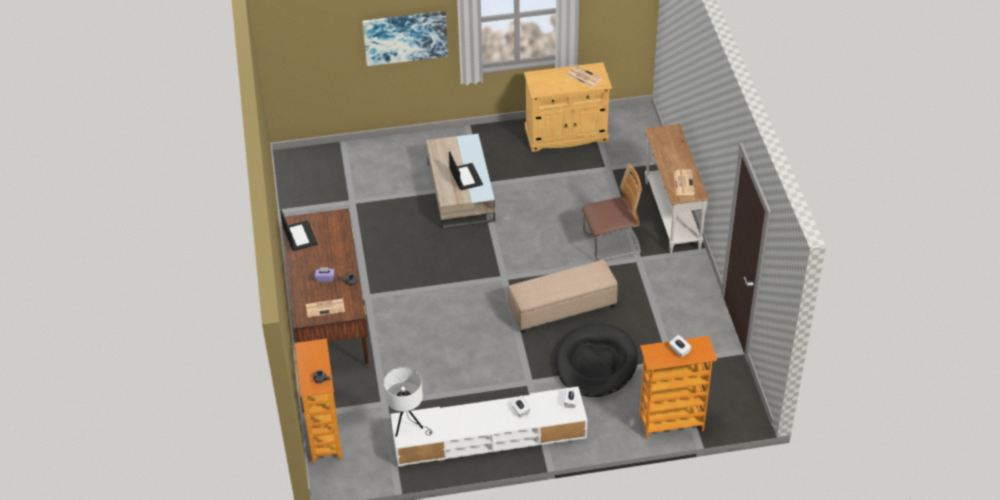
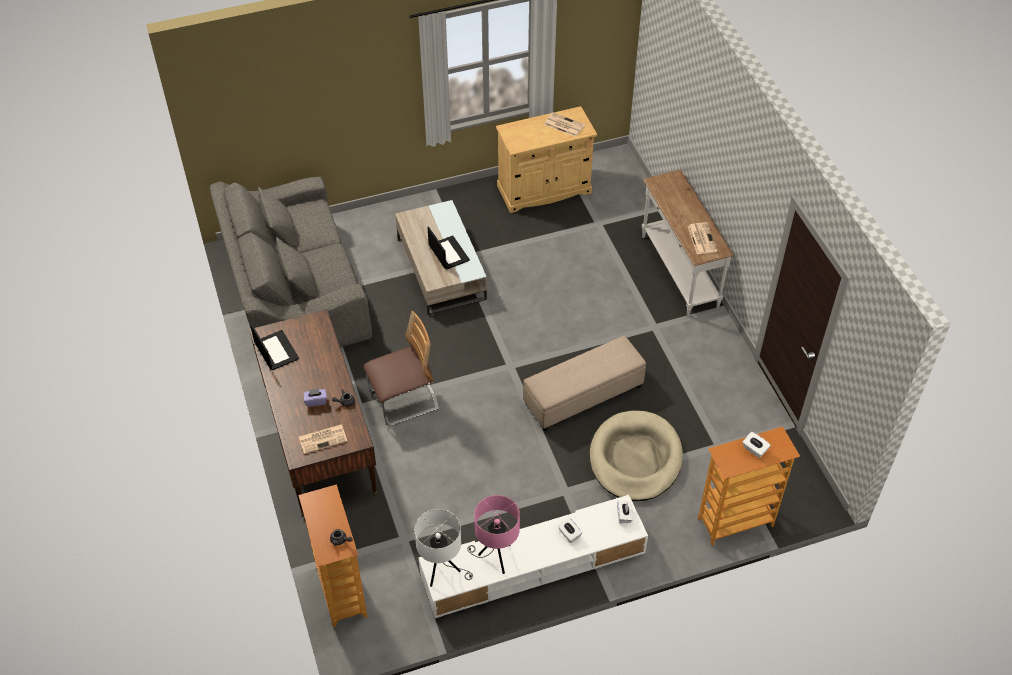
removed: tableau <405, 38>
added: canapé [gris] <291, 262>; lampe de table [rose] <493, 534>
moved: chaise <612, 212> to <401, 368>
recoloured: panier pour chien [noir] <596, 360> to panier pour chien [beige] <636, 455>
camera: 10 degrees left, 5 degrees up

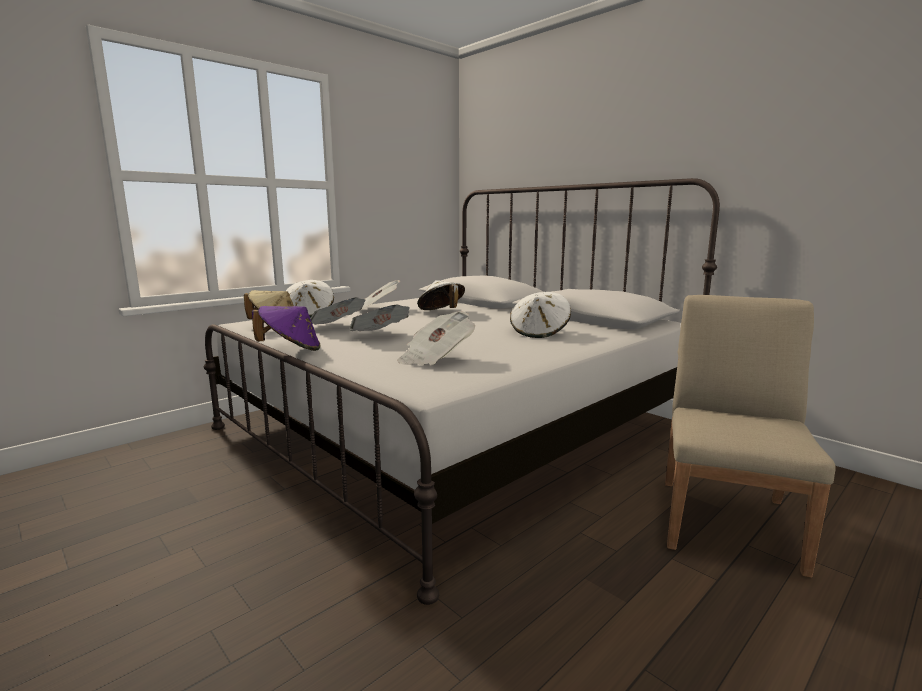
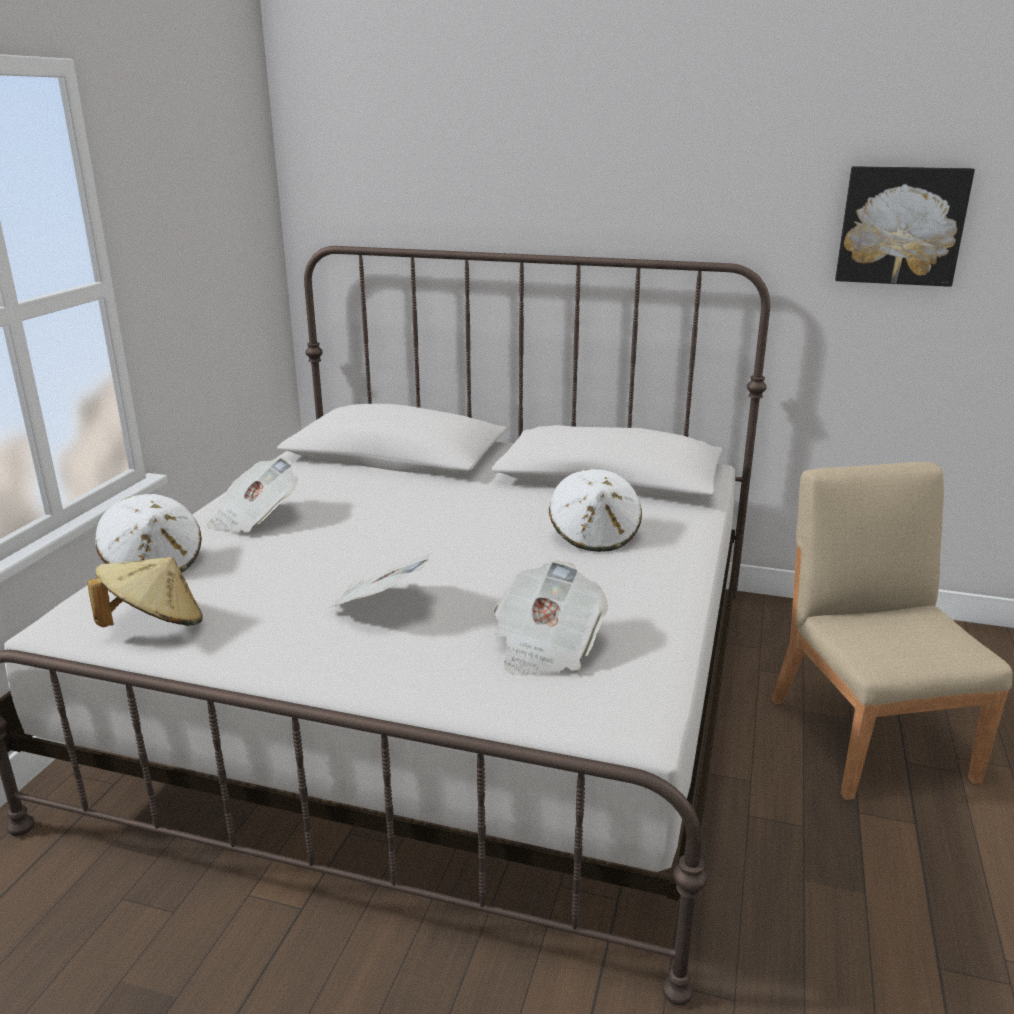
removed: chapeau [violet] <286, 328>; journal <338, 311>; chapeau [blanc] <441, 295>
added: tableau <905, 226>
camera: 30 degrees left, 10 degrees up

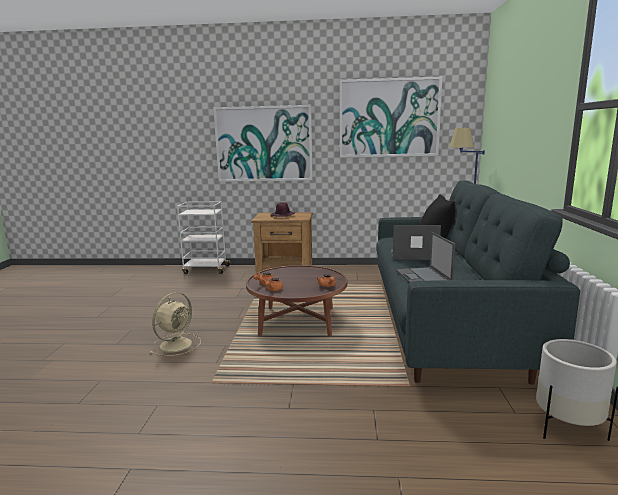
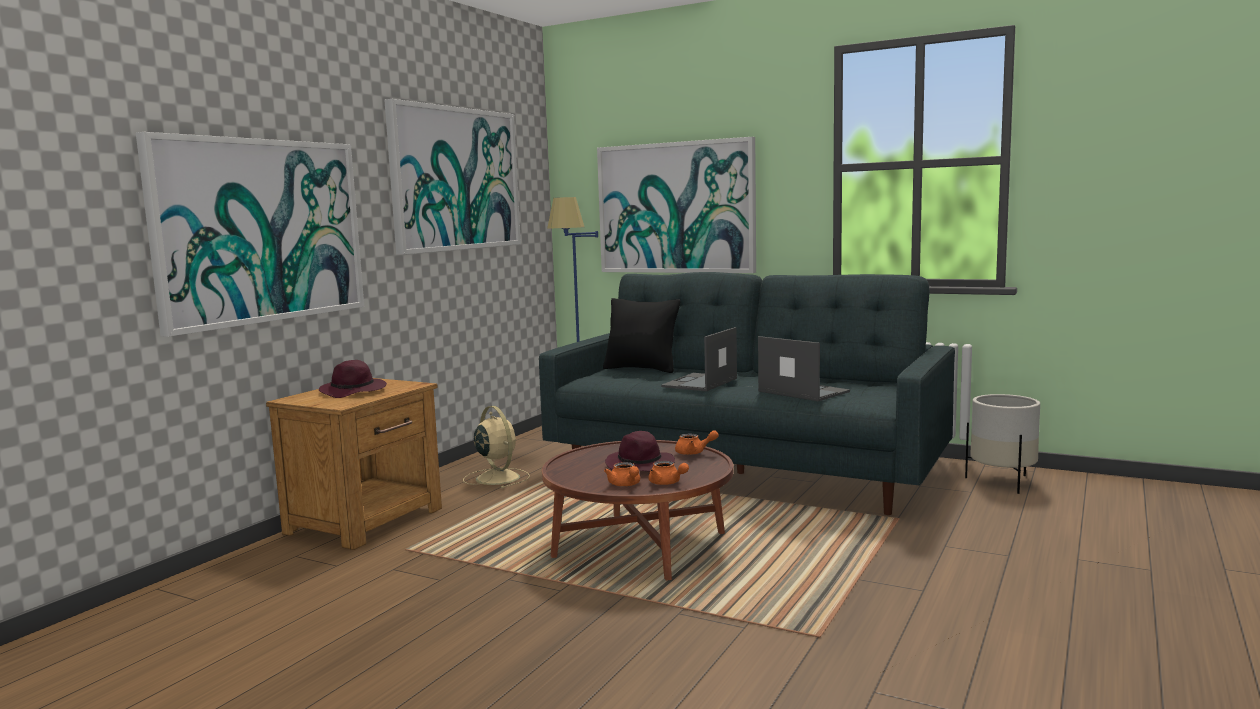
removed: chariot [blanc] <204, 237>
added: tableau <676, 205>; chapeau [violet] <640, 451>
moved: ventilateur [beige] <175, 324> to <496, 447>
turned: ordinateur portable <425, 257> = <804, 368> 150 degrees counterclockwise
camera: 65 degrees left, 5 degrees down

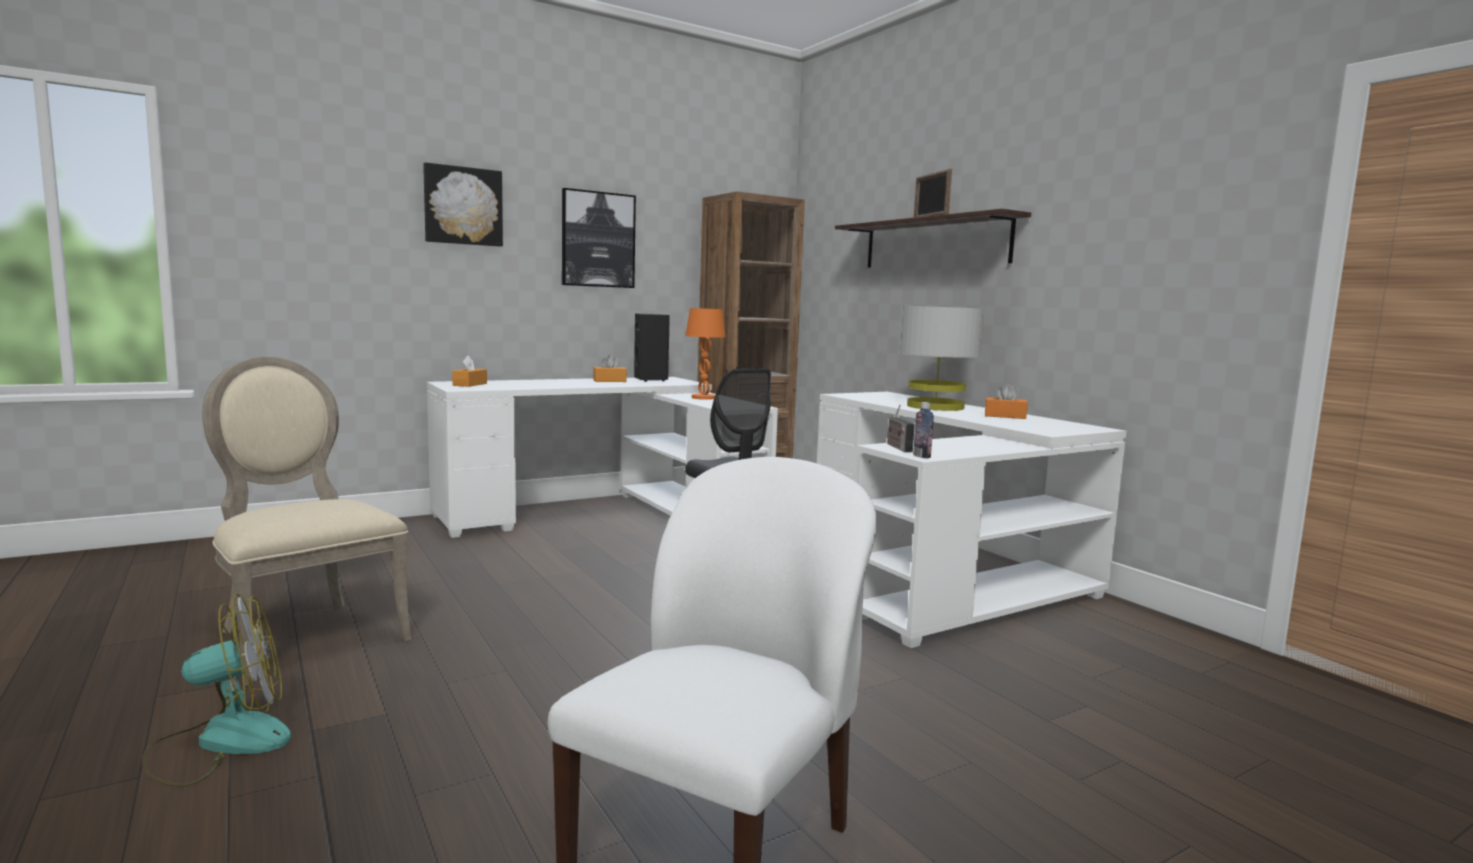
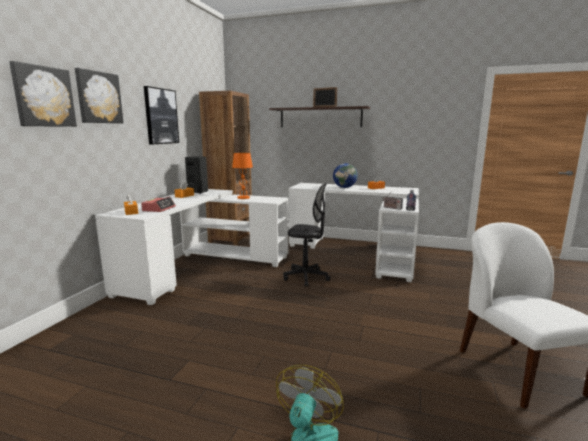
removed: chaise [beige] <307, 521>
added: tableau <43, 94>; réveil <158, 204>
replaced: lampe de table [gris] <941, 358> to globe <345, 175>
camera: 40 degrees left, 5 degrees up

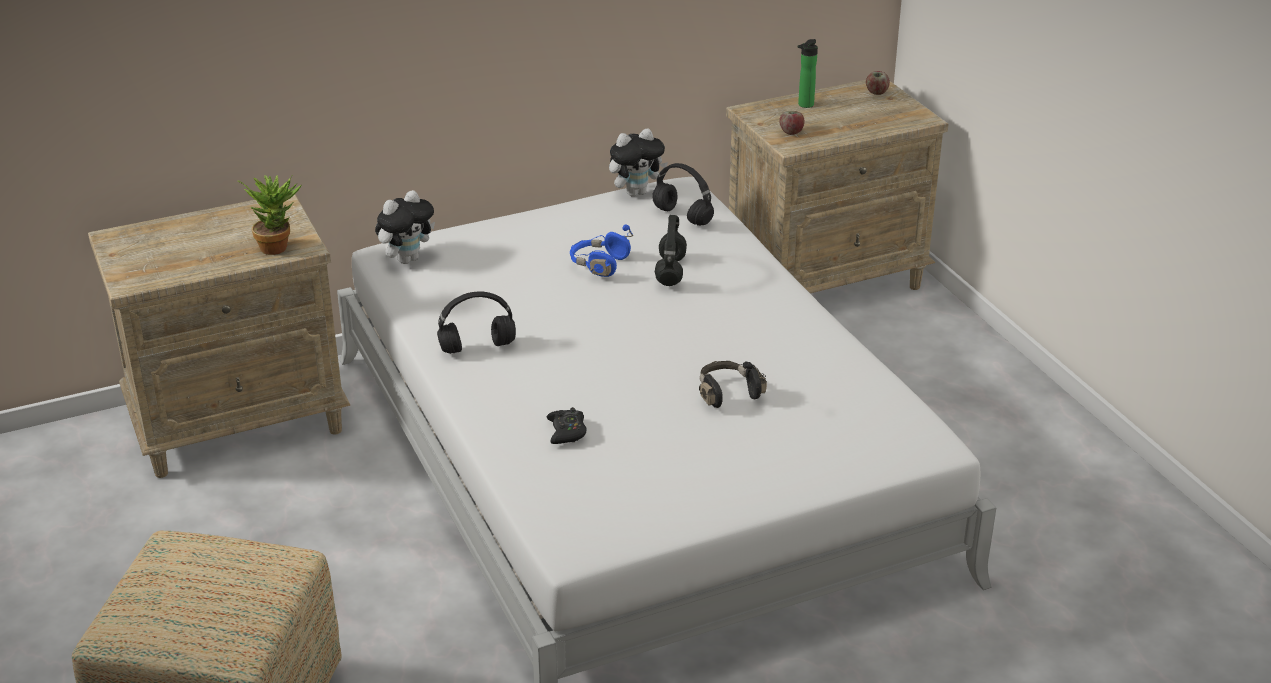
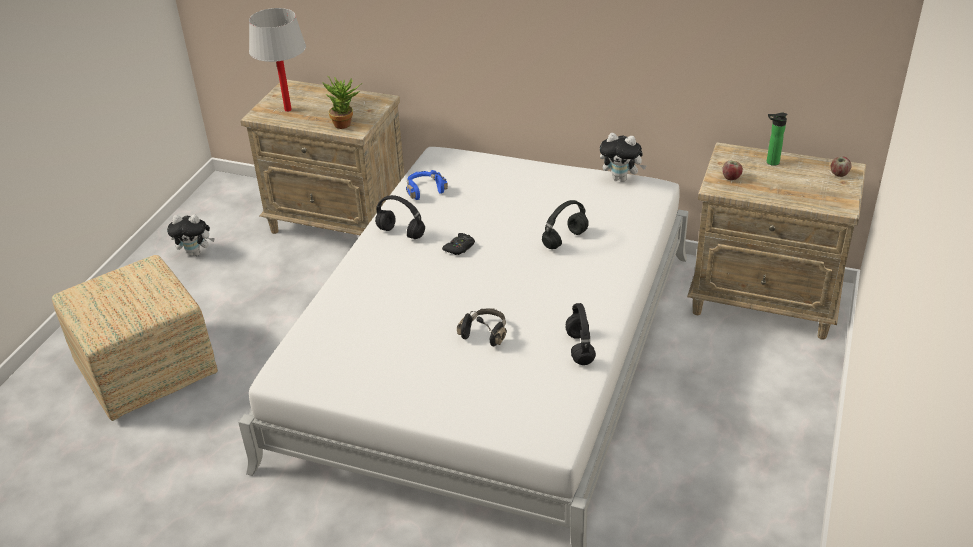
added: lampe de table [blanc] <277, 60>
moved: peluche <405, 227> to <191, 235>; manette [noir] <567, 425> to <458, 244>; casque audio [bleu] <601, 251> to <427, 185>; casque audio [noir] <683, 194> to <581, 334>
camera: 45 degrees right, 5 degrees up

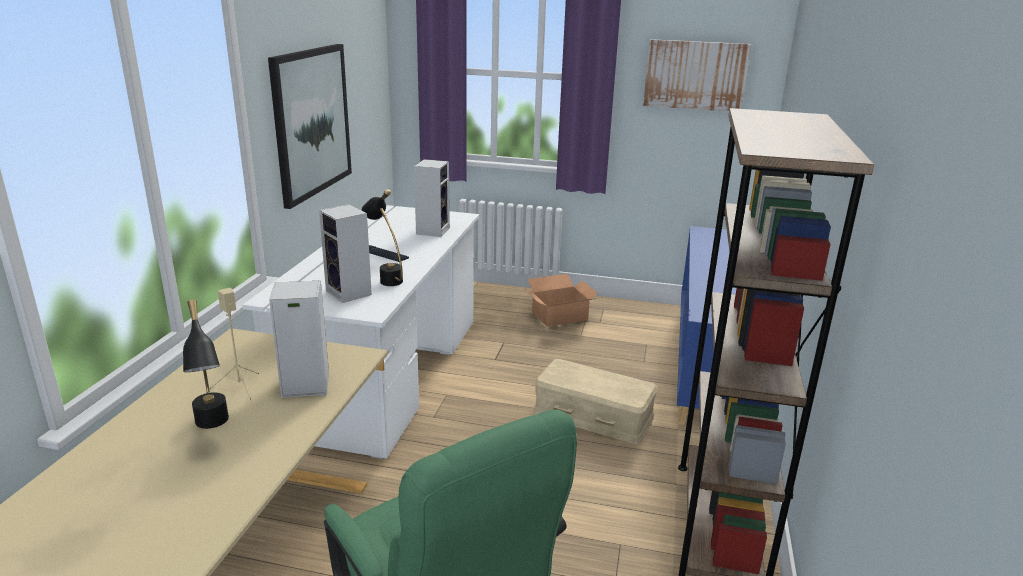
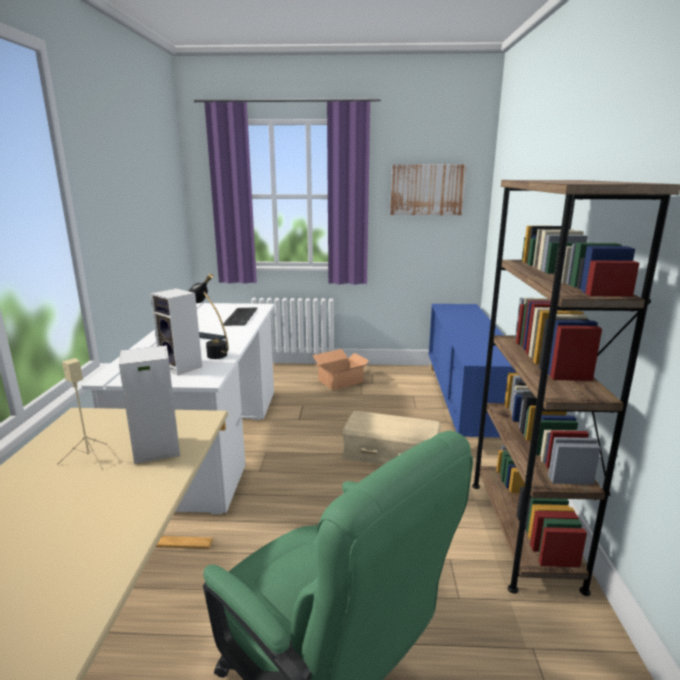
removed: lampe de table [noir] <206, 364>; tableau <310, 126>
replaced: enceinte <432, 198> to clavier <240, 316>
camera: 10 degrees left, 5 degrees down

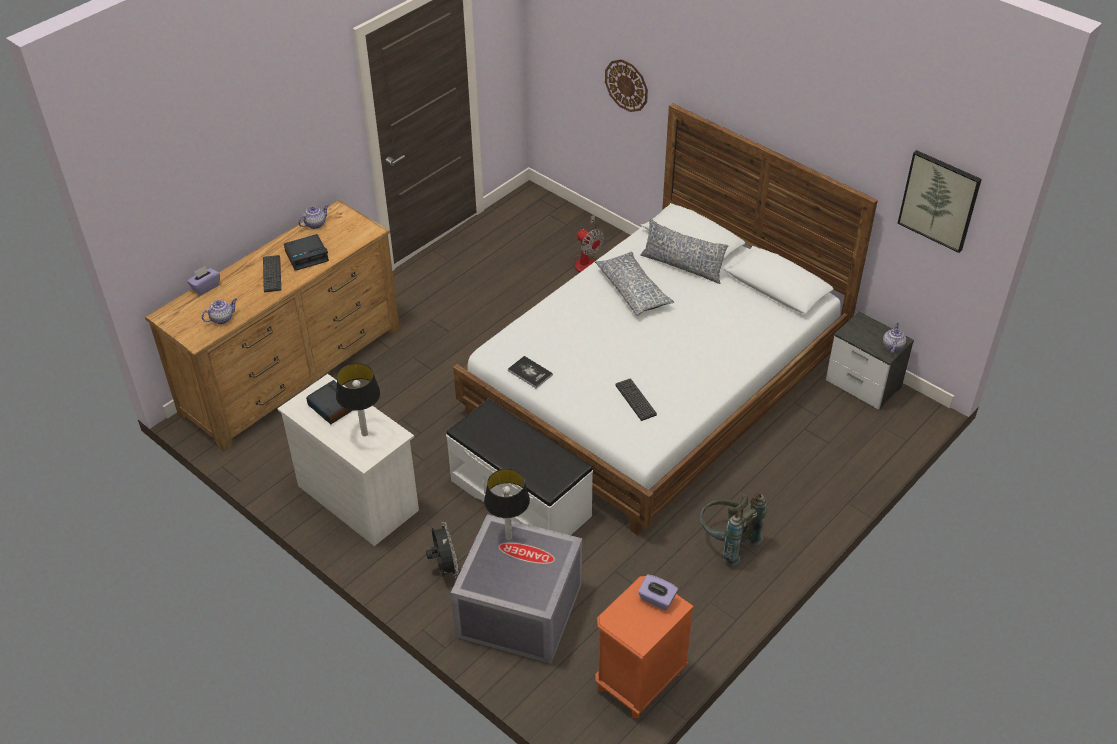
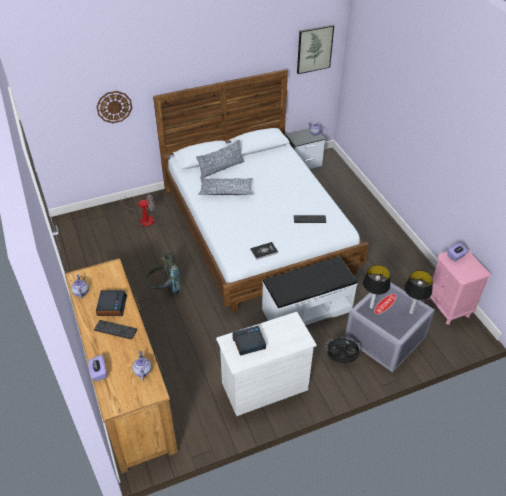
moved: lampe de table <358, 399> to <418, 292>; sac à dos [gris] <733, 529> to <163, 272>
recoloured: table de chevet [orange] <644, 647> to table de chevet [rose] <458, 287>
camera: 65 degrees left, 0 degrees up

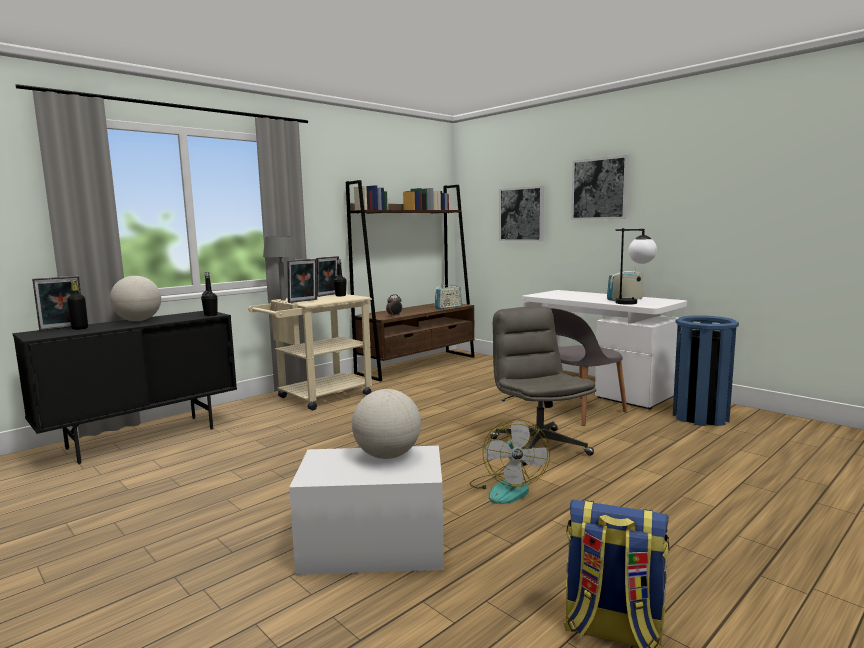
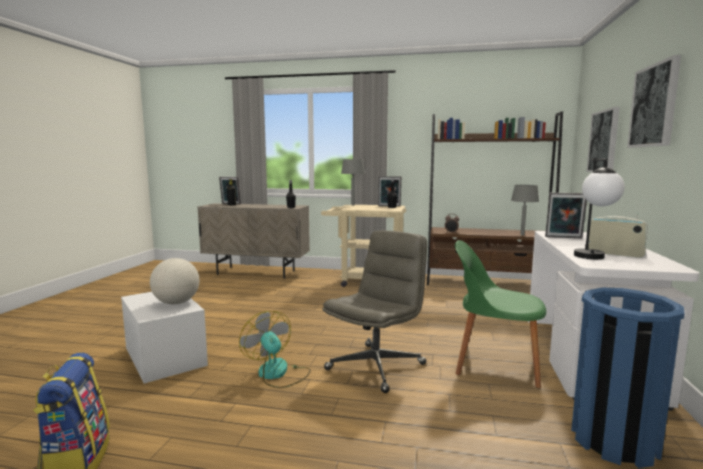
removed: globe <135, 298>
moved: cadre photo <302, 281> to <566, 215>
replaced: radio <448, 296> to lampe de table [gris] <525, 210>
recoloured: meuble de rangement [noir] <125, 387> to meuble de rangement [beige] <253, 241>; chaise [gris] <588, 367> to chaise [vert] <500, 314>
turned: ventilateur <509, 461> = <275, 349> 90 degrees clockwise
camera: 55 degrees right, 0 degrees up

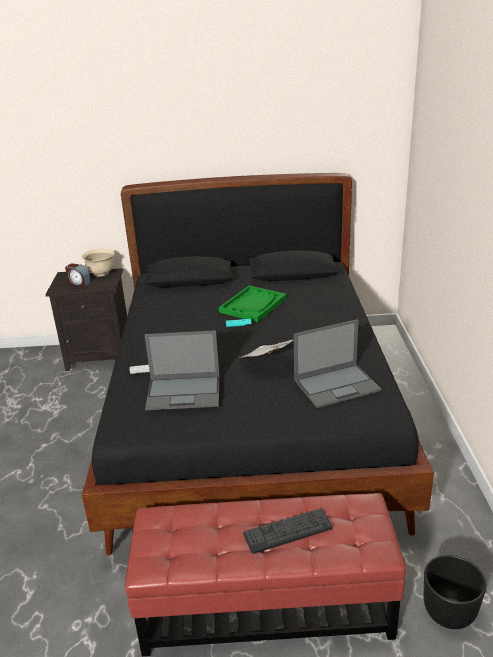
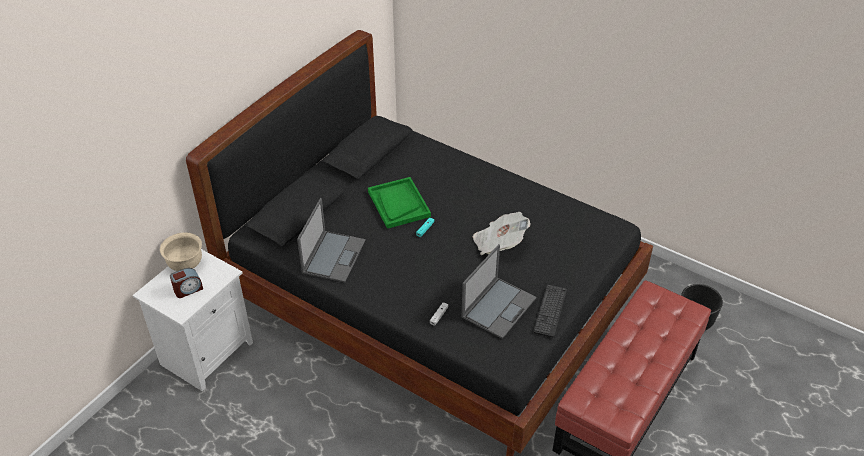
moved: clavier <287, 531> to <550, 311>; ordinateur portable <338, 363> to <331, 240>
recoloured: table de chevet [noir] <86, 319> to table de chevet [blanc] <193, 320>
camera: 55 degrees left, 15 degrees up

